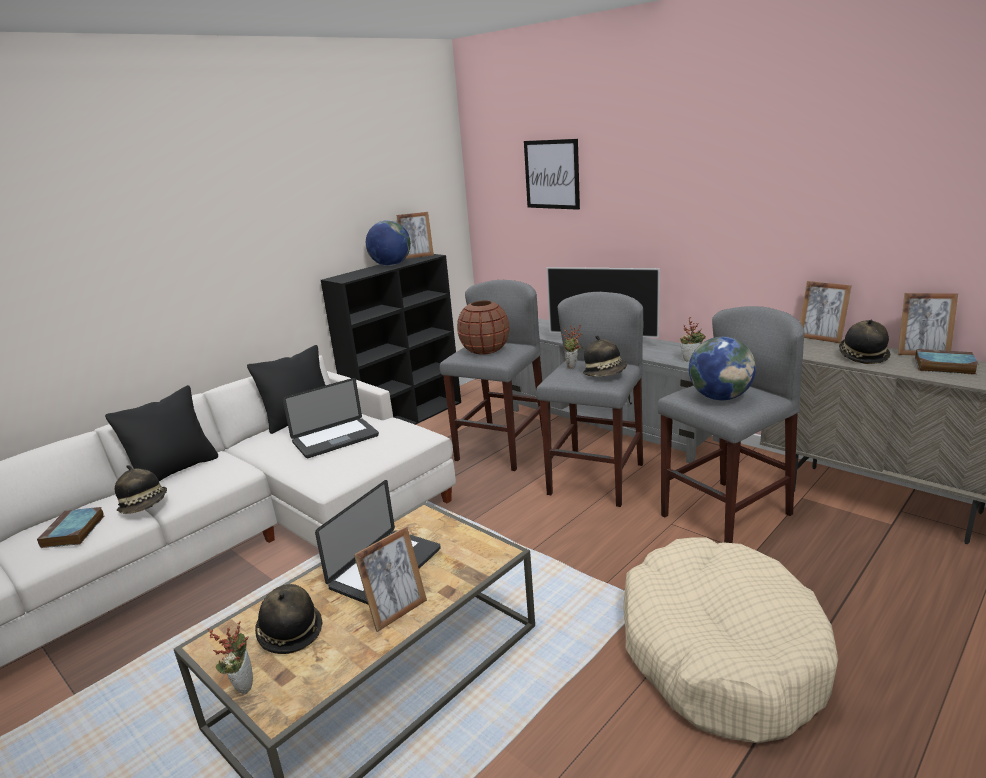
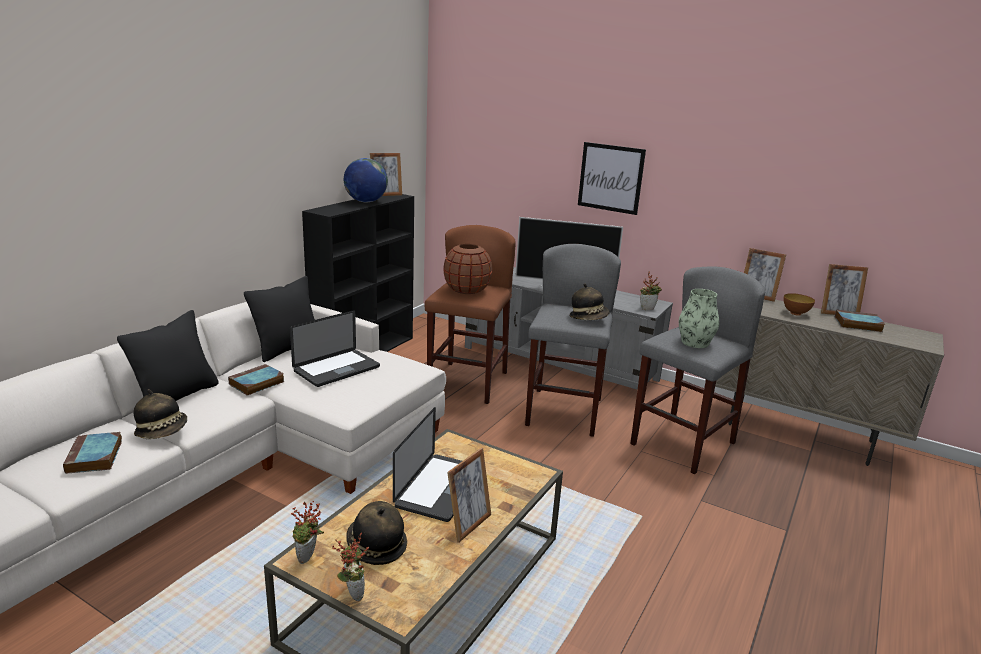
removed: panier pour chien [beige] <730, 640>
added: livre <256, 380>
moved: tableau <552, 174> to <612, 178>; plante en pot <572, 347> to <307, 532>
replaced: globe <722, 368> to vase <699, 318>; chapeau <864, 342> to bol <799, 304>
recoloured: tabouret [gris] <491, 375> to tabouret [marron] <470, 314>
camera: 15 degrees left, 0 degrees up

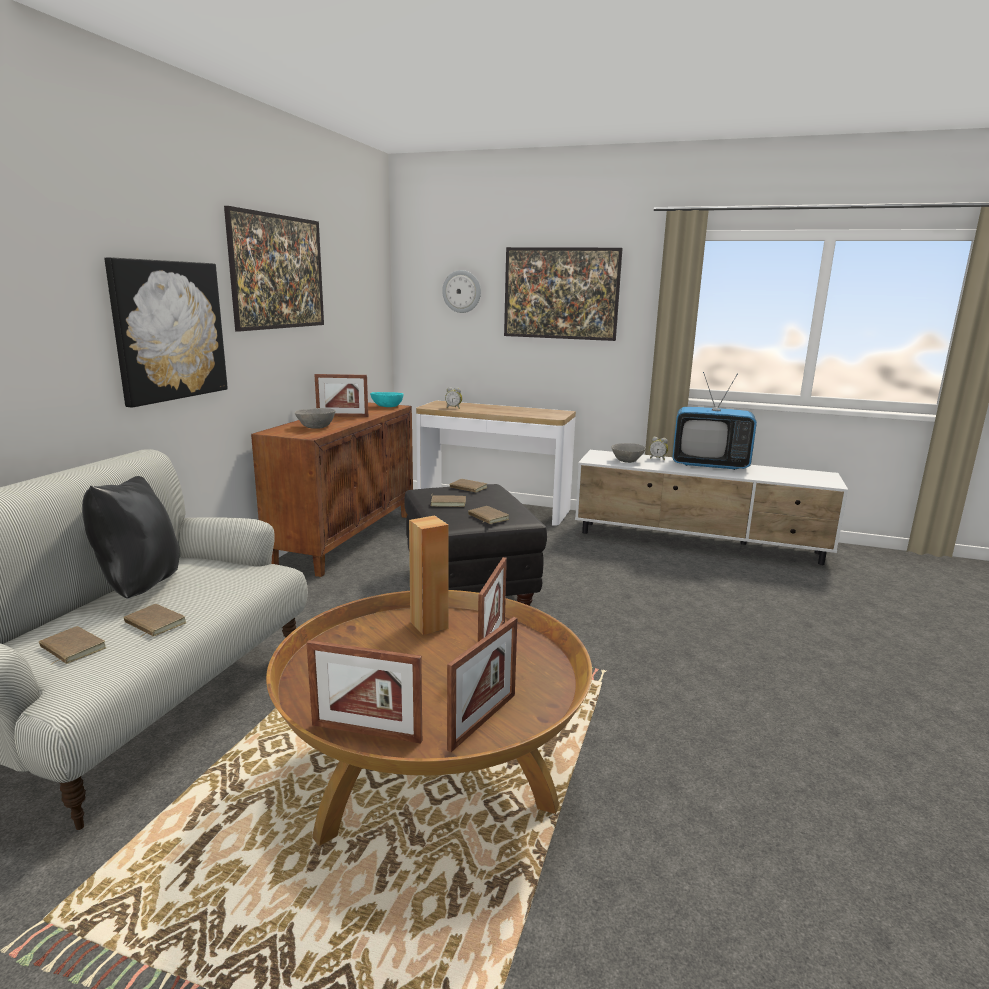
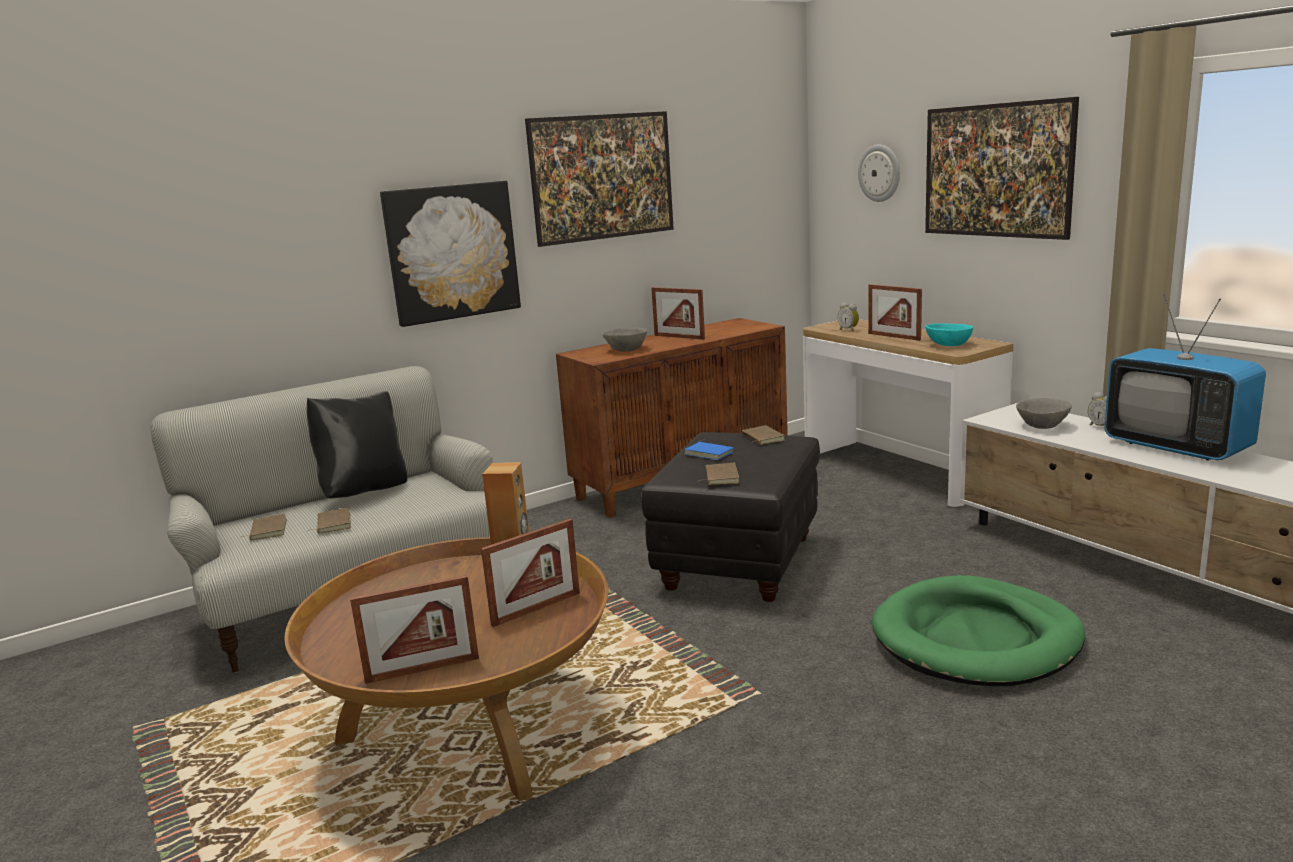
added: panier pour chien [vert] <978, 630>
moved: cadre photo <364, 692> to <895, 312>; bol [turquoise] <386, 399> to <949, 334>
recoloured: livre [marron] <448, 500> to livre [bleu] <709, 450>
camera: 40 degrees right, 0 degrees up

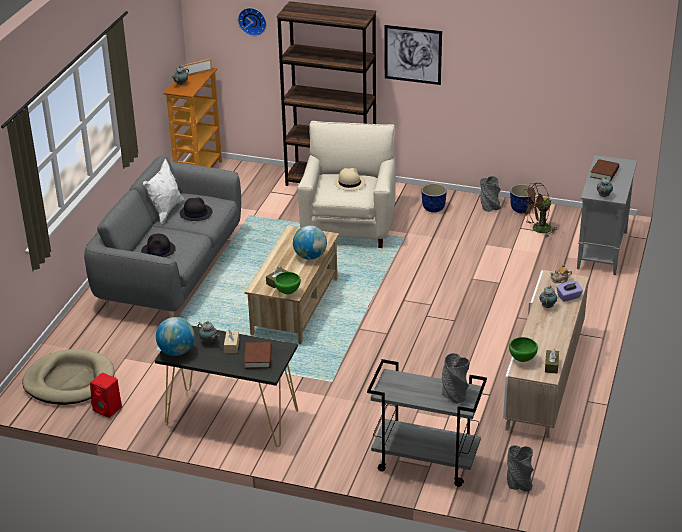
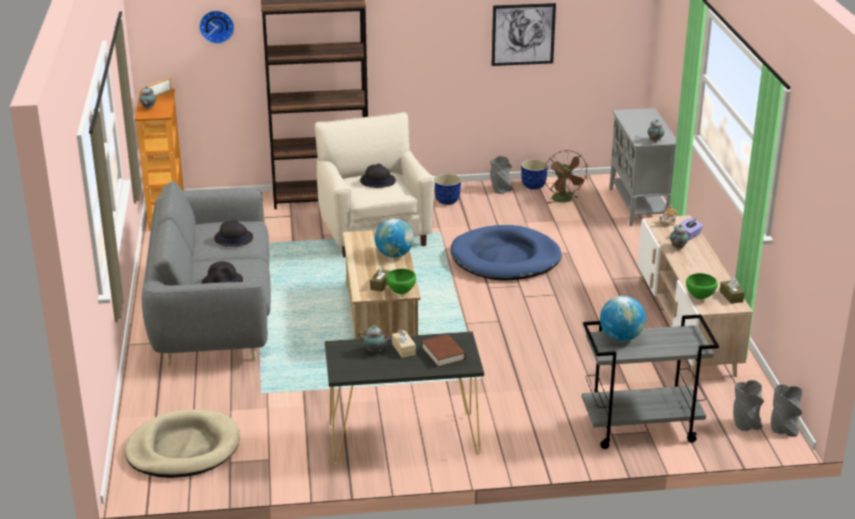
removed: enceinte [rouge] <106, 395>; coussin [blanc] <163, 191>; livre [marron] <604, 169>
added: panier pour chien [bleu] <506, 253>
moved: globe <175, 336> to <623, 318>; tableau <413, 55> to <524, 34>; vase [gris] <456, 378> to <787, 410>
recoloured: chapeau [beige] <350, 179> to chapeau [noir] <378, 176>
turned: ventilateur [marron] <539, 210> = <565, 177> 60 degrees counterclockwise
camera: 25 degrees left, 5 degrees down

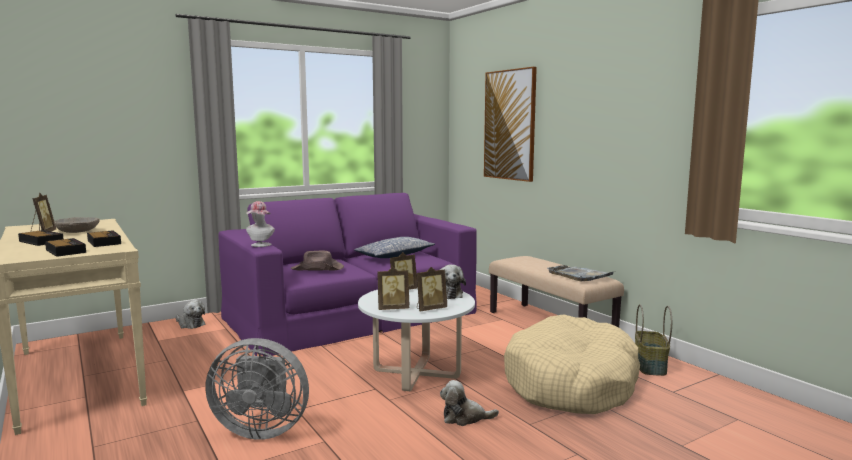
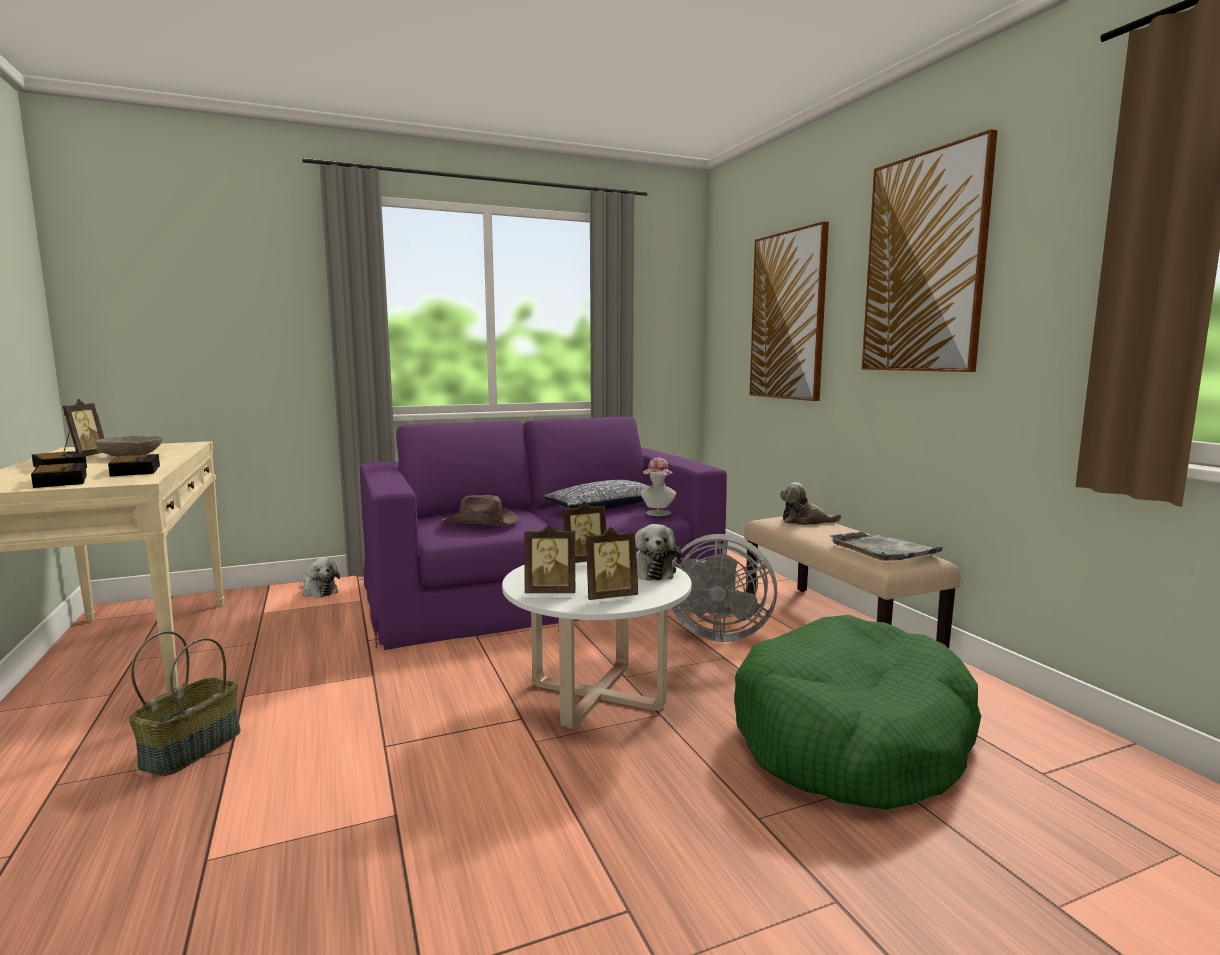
added: tableau <930, 250>
moved: ventilateur [gris] <257, 389> to <724, 588>; chapeau <260, 224> to <658, 487>; peluche <469, 403> to <811, 503>; panier <653, 340> to <184, 703>
recoloured: panier pour chien [beige] <572, 364> to panier pour chien [vert] <857, 712>
camera: 10 degrees right, 0 degrees up

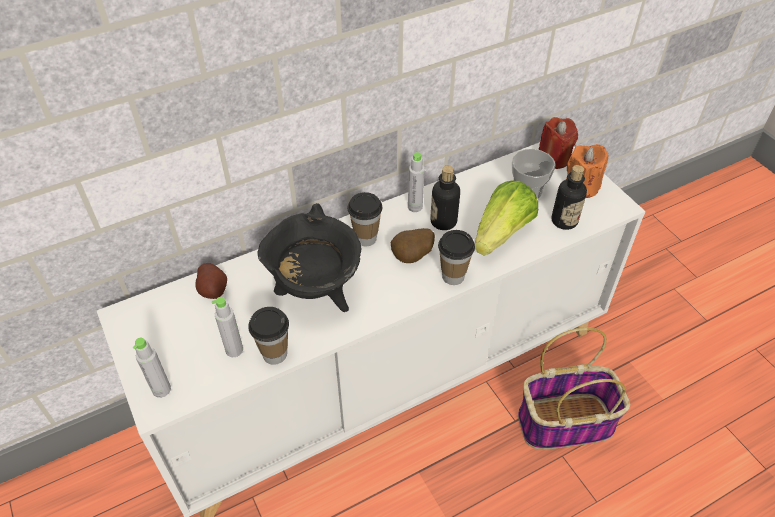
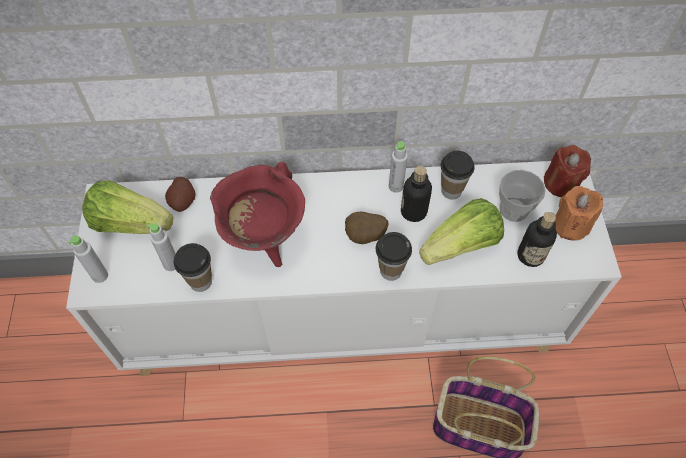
added: laitue <127, 207>
moved: tasse <365, 219> to <457, 175>
recoloured: marmite [noir] <309, 257> to marmite [rouge] <257, 214>
camera: 25 degrees right, 10 degrees up

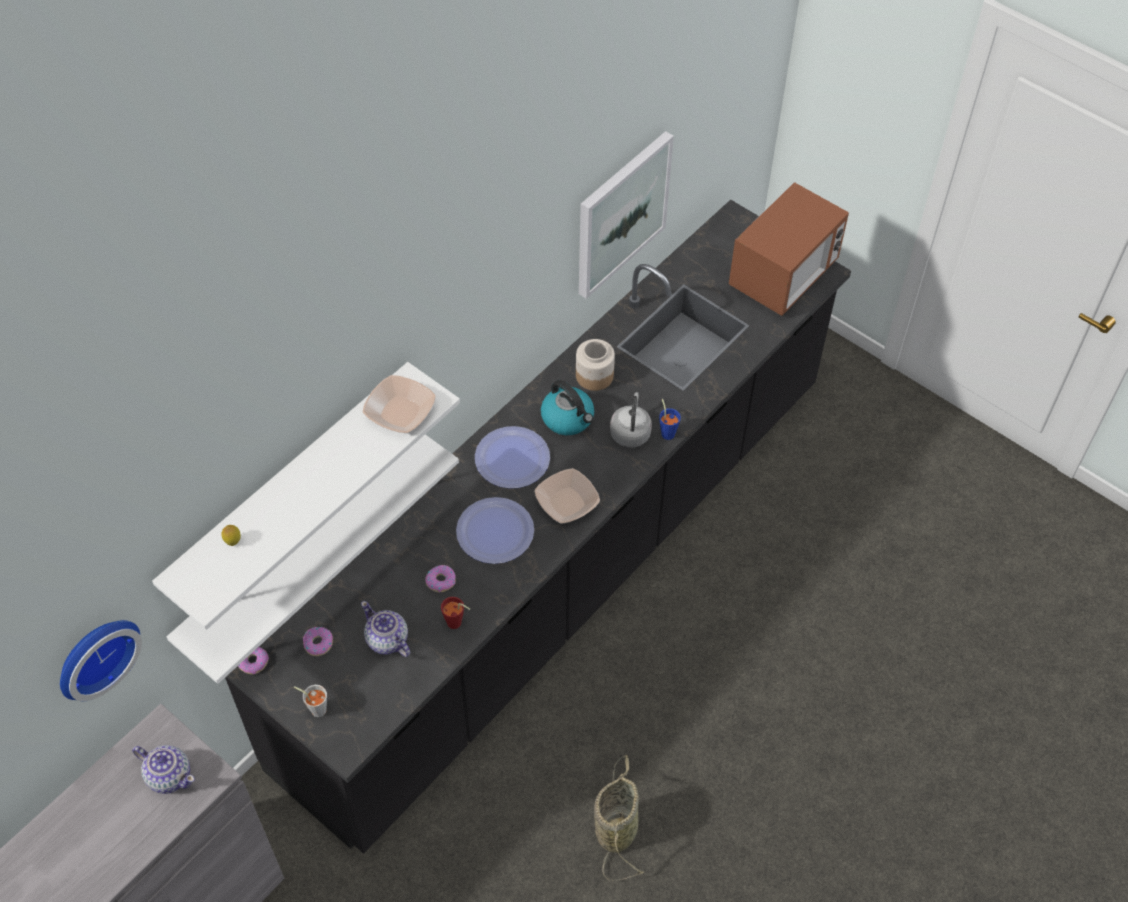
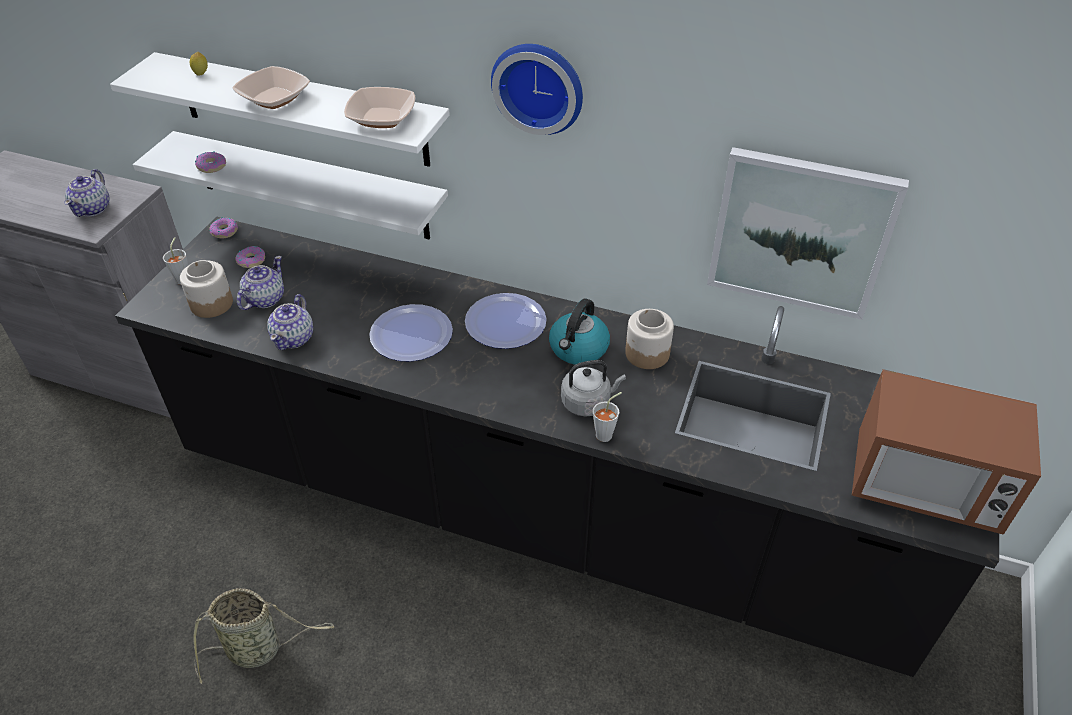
added: bocal <206, 289>
moved: horloge murale <101, 660> to <537, 89>; beignet <440, 578> to <210, 162>; bol <567, 496> to <271, 87>
replaced: tasse [rouge] <455, 613> to théière <290, 322>
recoloured: tasse [bleu] <670, 419> to tasse [gris] <607, 417>
camera: 70 degrees right, 10 degrees down

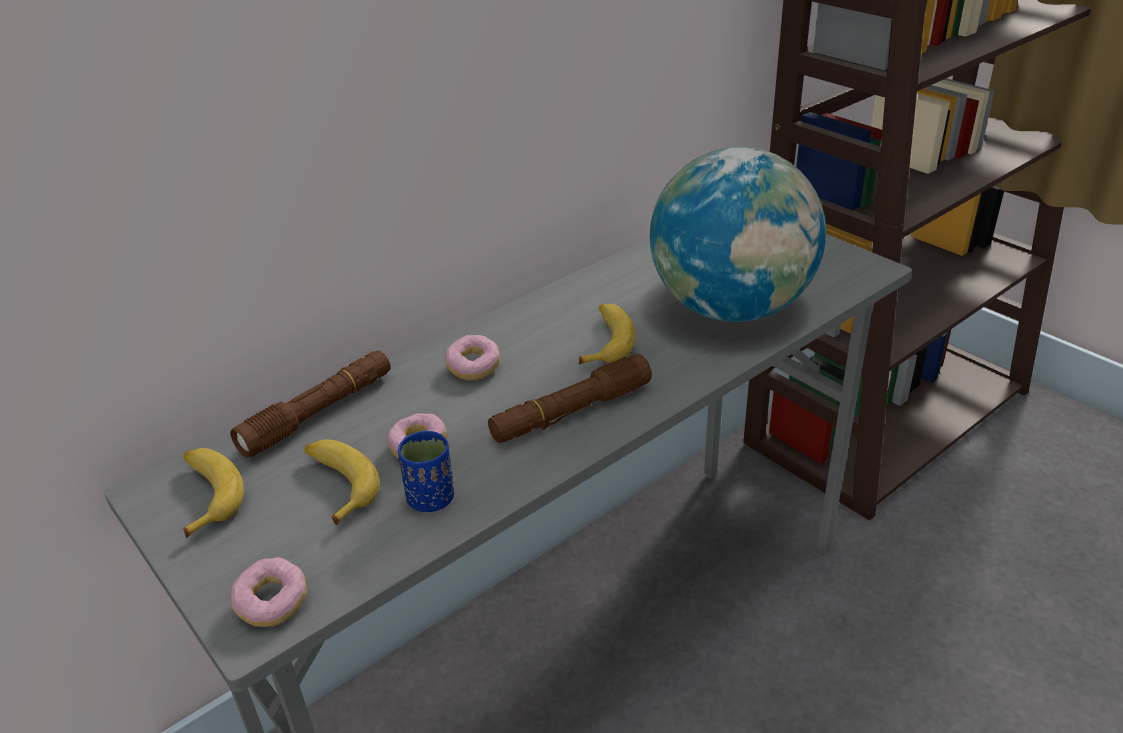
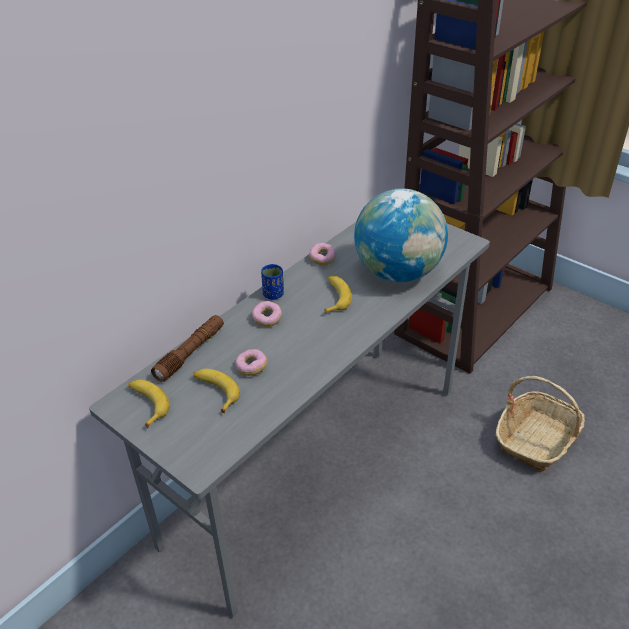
removed: lampe de poche [marron] <570, 398>
added: panier <540, 424>
moved: beignet <269, 592> to <322, 254>; tasse [bleu] <426, 471> to <272, 282>
camera: 10 degrees left, 5 degrees up

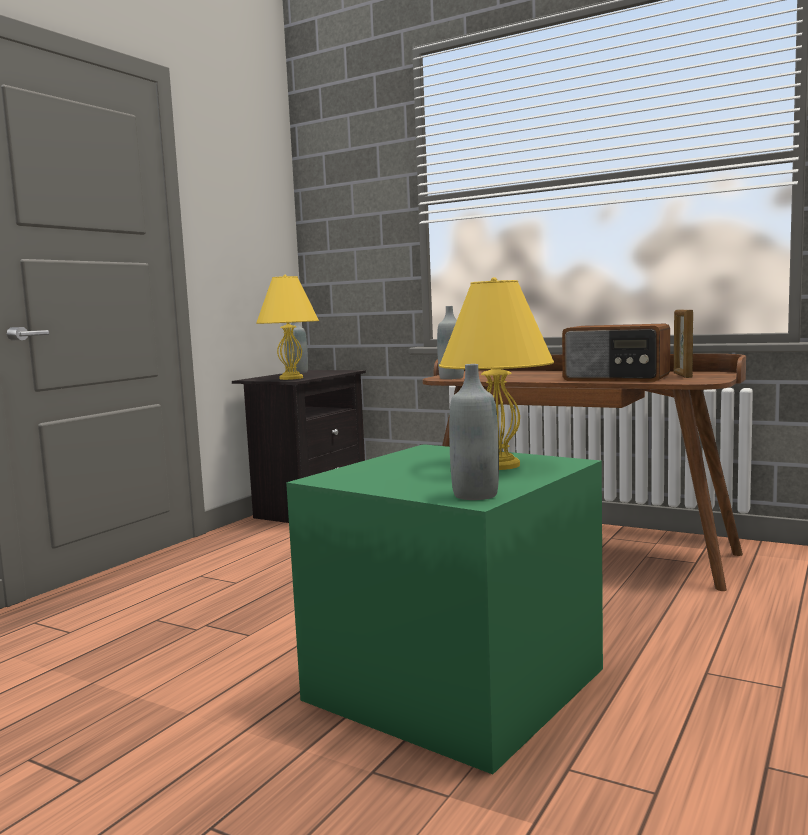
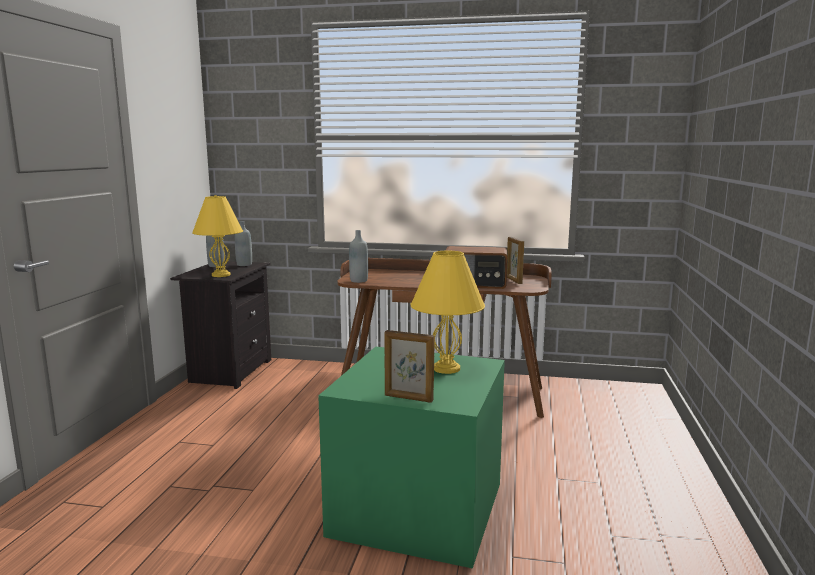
added: cadre photo <410, 366>
moved: bouteille [gris] <474, 432> to <243, 243>
camera: 20 degrees left, 5 degrees up

